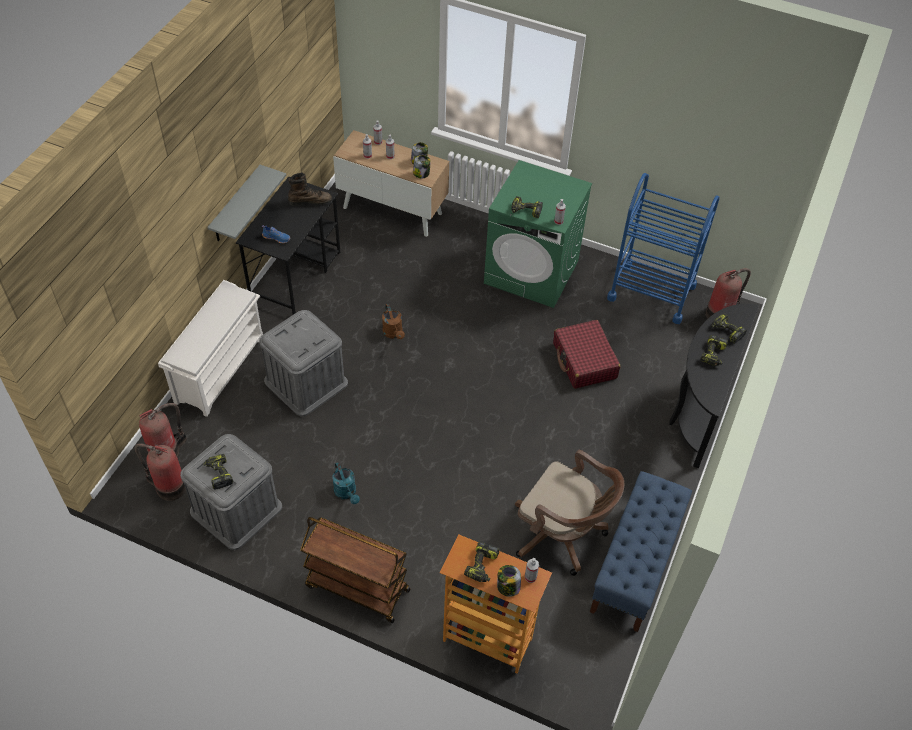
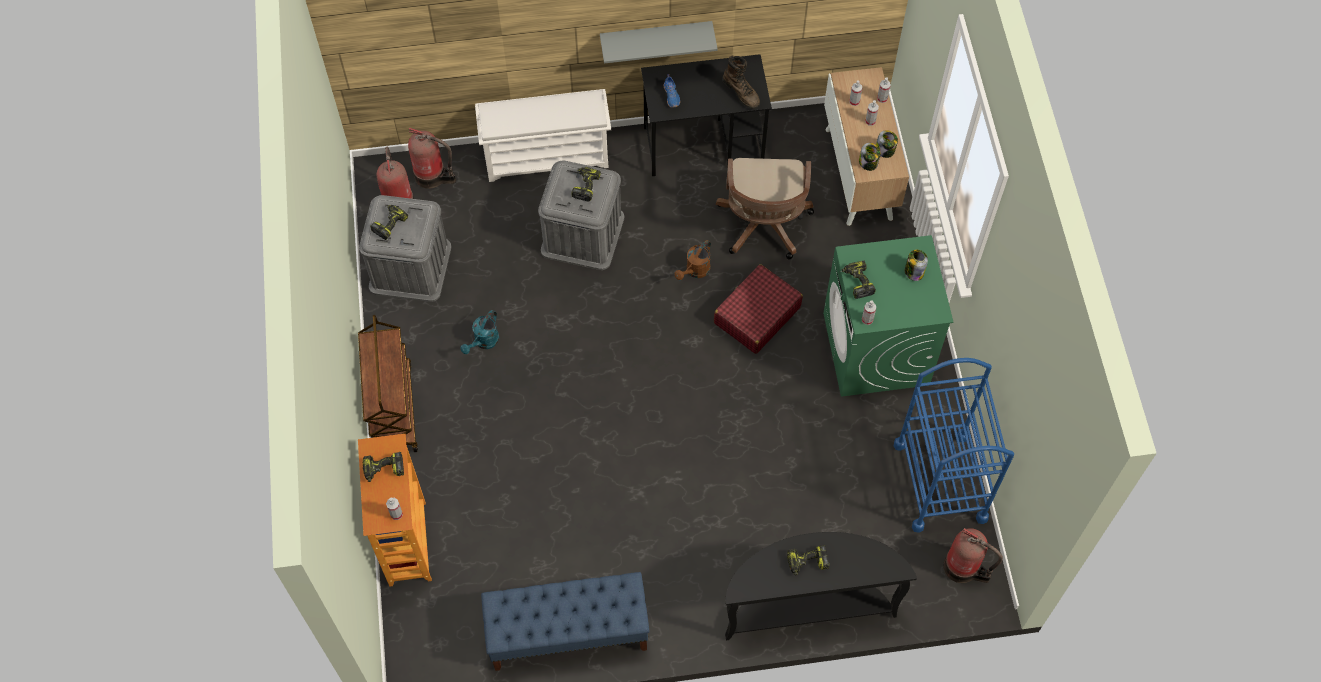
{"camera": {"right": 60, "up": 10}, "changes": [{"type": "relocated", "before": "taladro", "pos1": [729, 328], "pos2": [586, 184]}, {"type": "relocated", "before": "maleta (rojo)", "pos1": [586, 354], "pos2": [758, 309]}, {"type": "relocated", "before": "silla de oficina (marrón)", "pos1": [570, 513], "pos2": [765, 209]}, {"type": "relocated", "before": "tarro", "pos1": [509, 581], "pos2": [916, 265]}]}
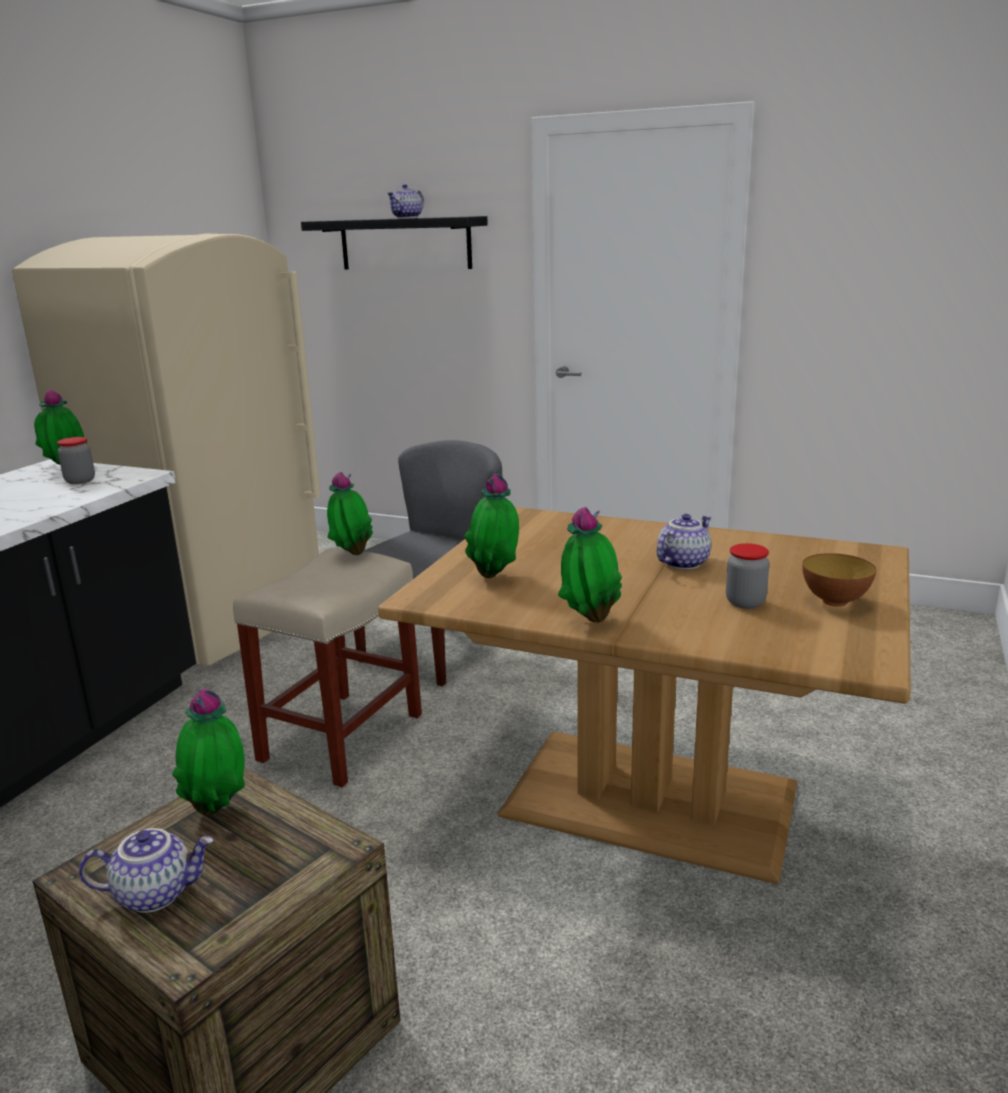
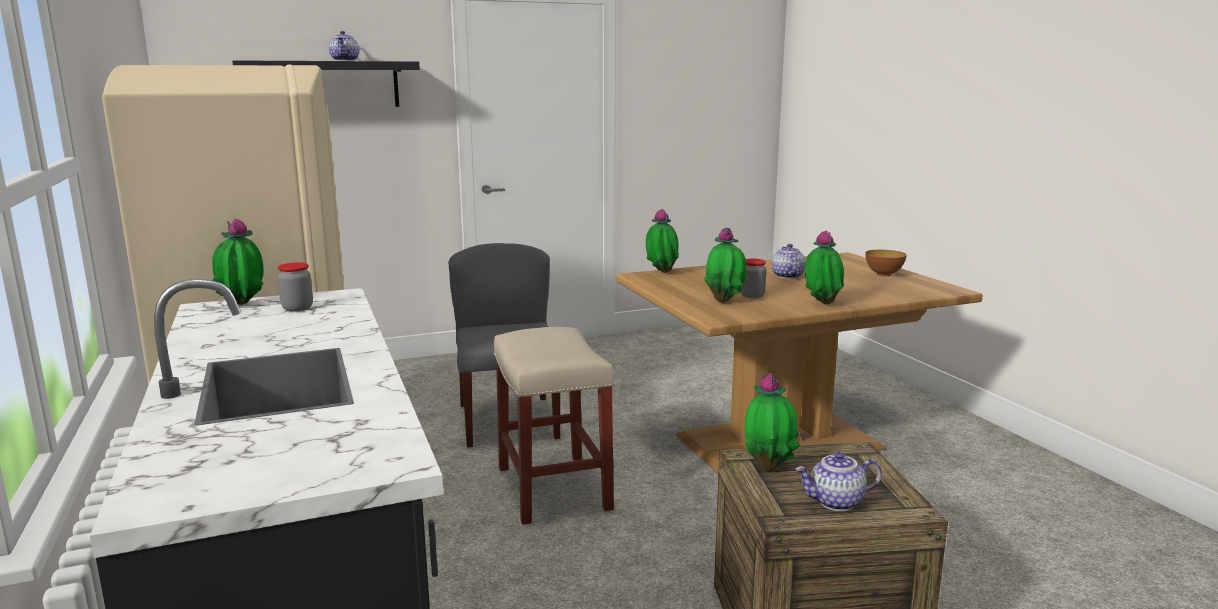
{"camera": {"right": -45, "up": -5}, "changes": [{"type": "relocated", "before": "planta en maceta", "pos1": [350, 513], "pos2": [662, 241]}, {"type": "relocated", "before": "tarro", "pos1": [747, 576], "pos2": [754, 278]}, {"type": "spun", "before": "tetera", "pos1": [146, 870], "pos2": [838, 481], "turn": -135}]}
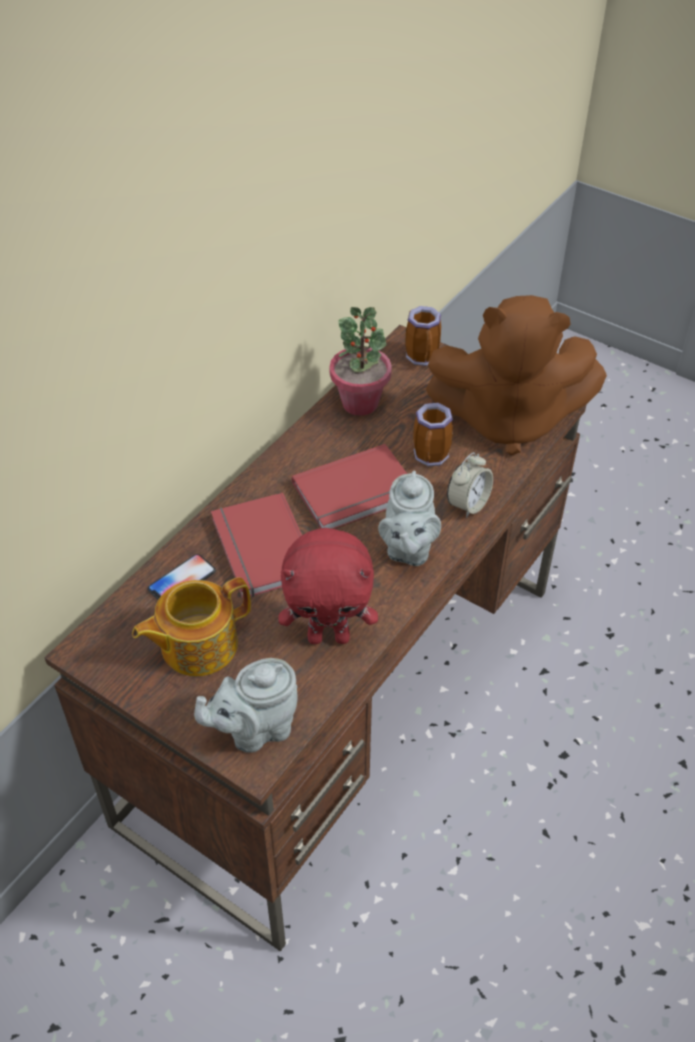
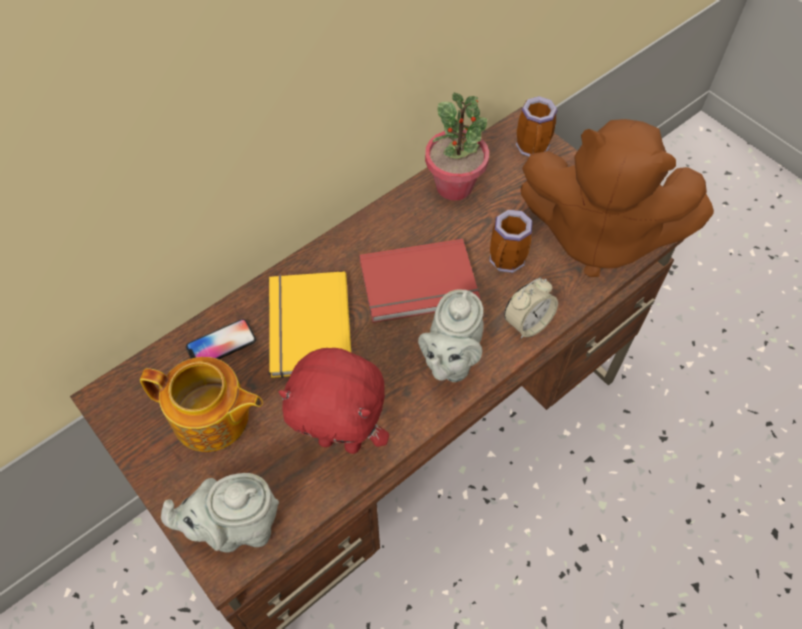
{"camera": {"right": 15, "up": 10}, "changes": [{"type": "colour", "before": "libro (rojo)", "after": "libro (amarillo)", "pos1": [256, 546], "pos2": [310, 324]}, {"type": "spun", "before": "tetera", "pos1": [191, 626], "pos2": [201, 404], "turn": -150}]}
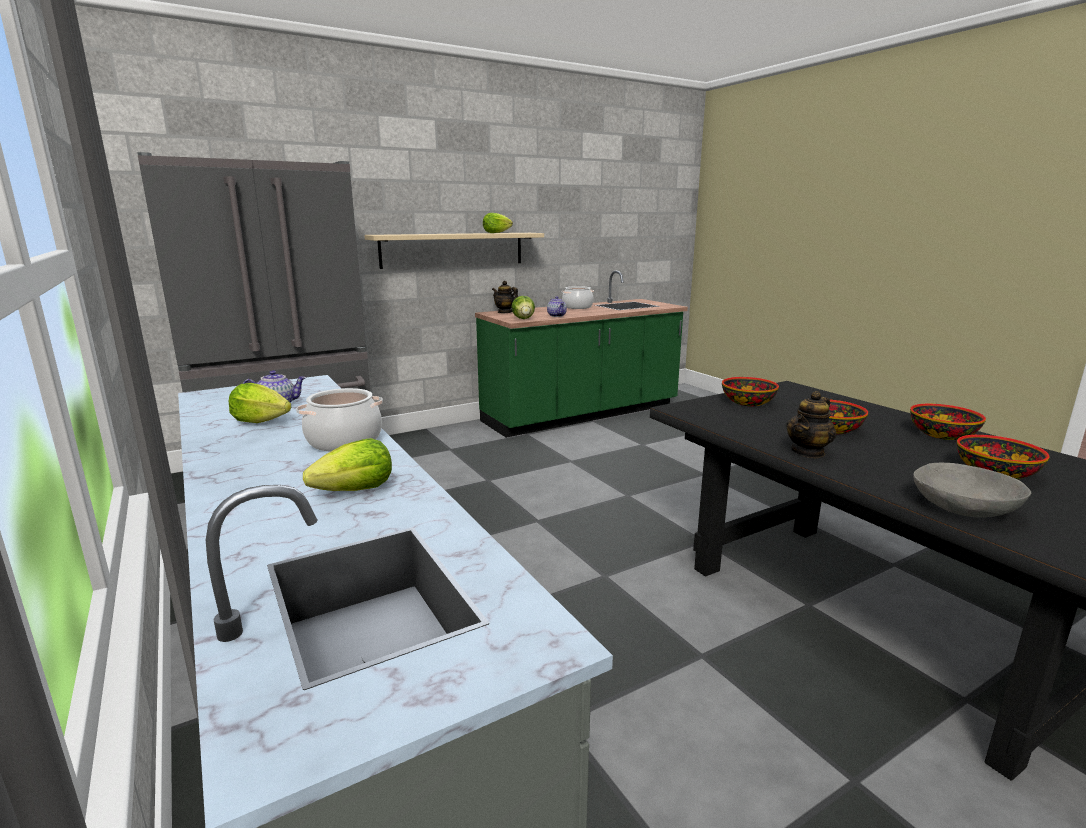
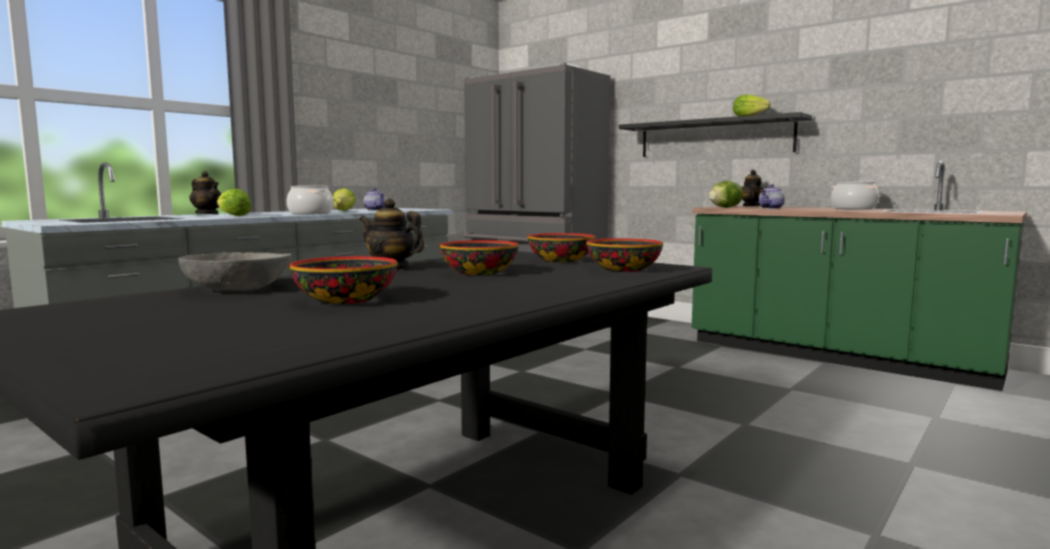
{"camera": {"right": 70, "up": -10}, "changes": [{"type": "colour", "before": "estante (beis)", "after": "estante (negro)", "pos1": [454, 251], "pos2": [715, 134]}, {"type": "relocated", "before": "cuenco", "pos1": [948, 422], "pos2": [624, 255]}, {"type": "appeared", "after": "tetera", "pos2": [205, 192]}]}
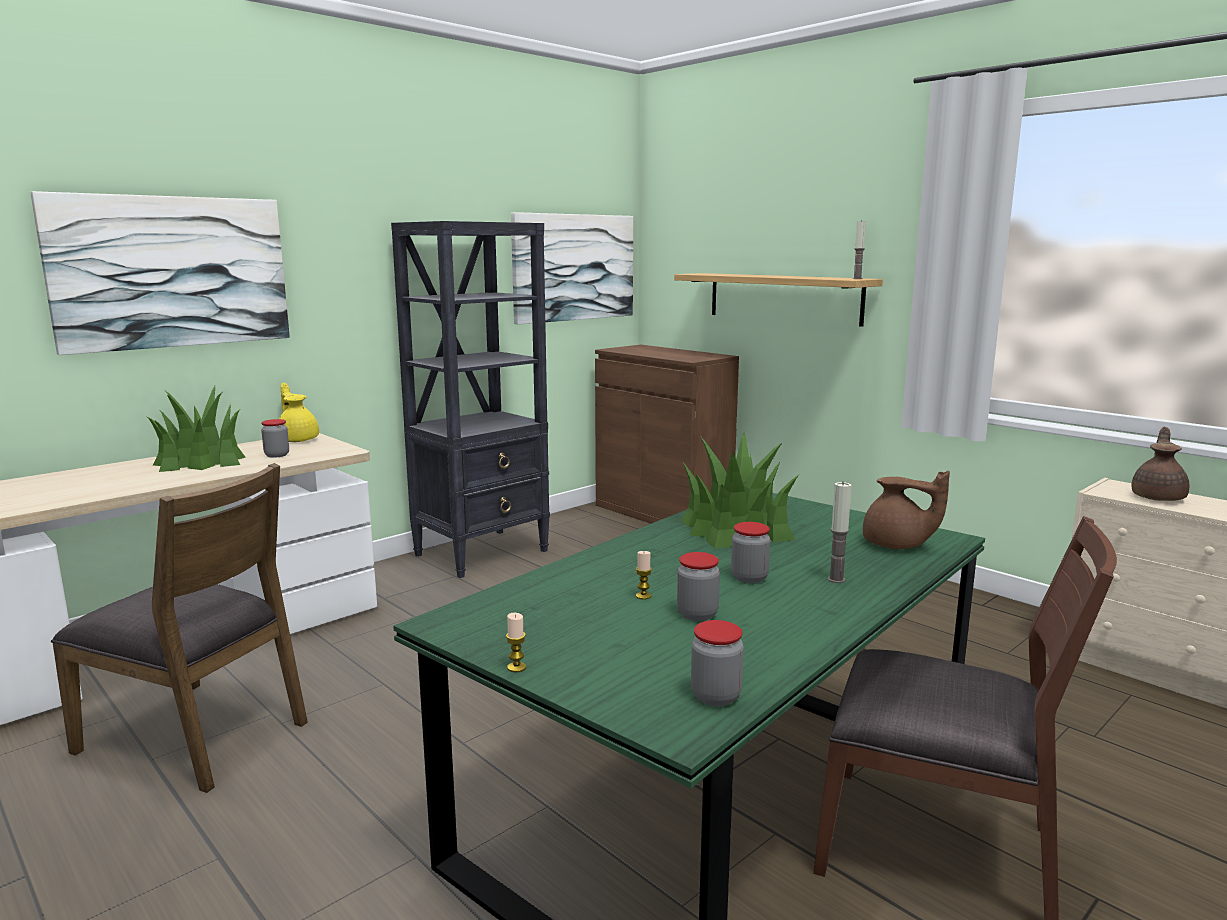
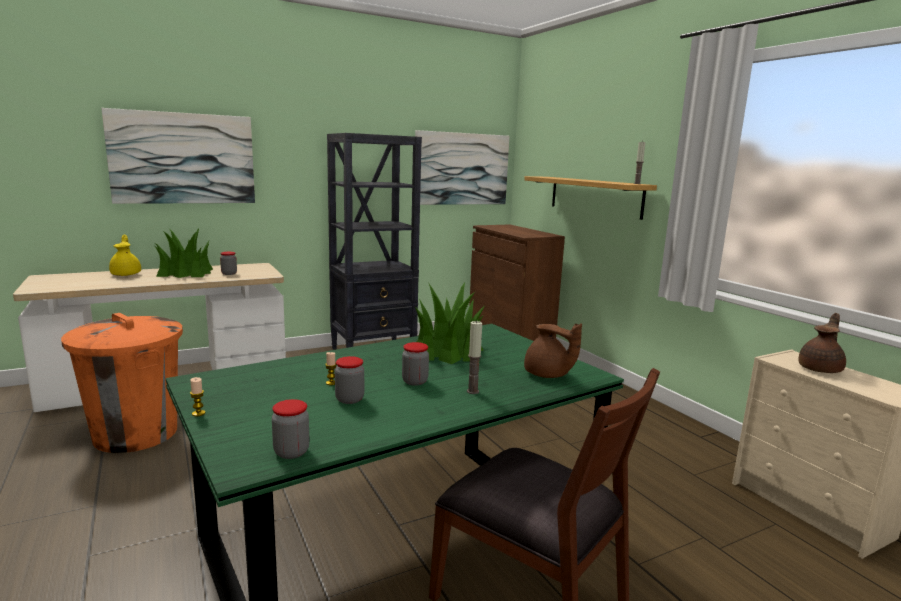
{"camera": {"right": 15, "up": 0}, "changes": [{"type": "relocated", "before": "tetera (amarillo)", "pos1": [299, 412], "pos2": [125, 255]}, {"type": "exchanged", "before": "silla (marrón)", "after": "papelera (naranja)", "pos1": [179, 628], "pos2": [122, 383]}]}
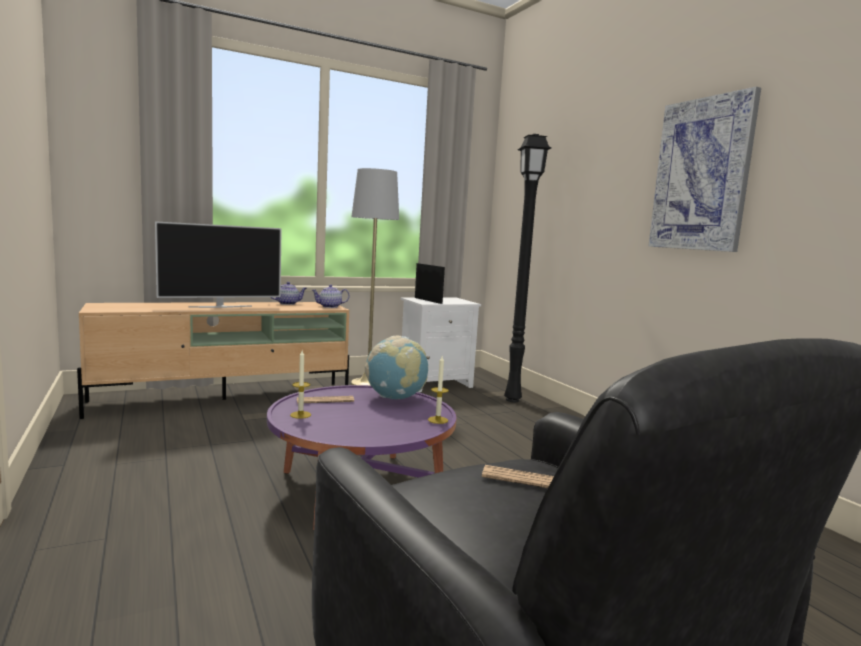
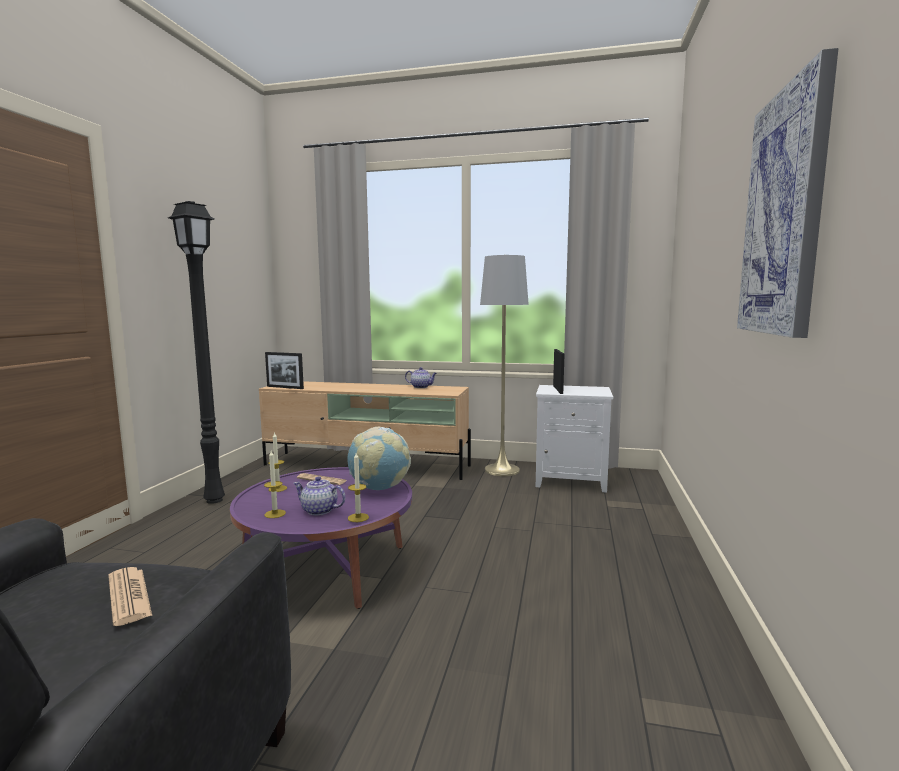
{"camera": {"right": 40, "up": 0}, "changes": [{"type": "relocated", "before": "lámpara de pie (negro)", "pos1": [527, 268], "pos2": [196, 352]}, {"type": "missing", "before": "televisor", "pos1": [218, 264]}, {"type": "relocated", "before": "tetera", "pos1": [331, 296], "pos2": [319, 496]}, {"type": "appeared", "after": "portarretratos", "pos2": [284, 370]}, {"type": "appeared", "after": "vela", "pos2": [275, 484]}]}
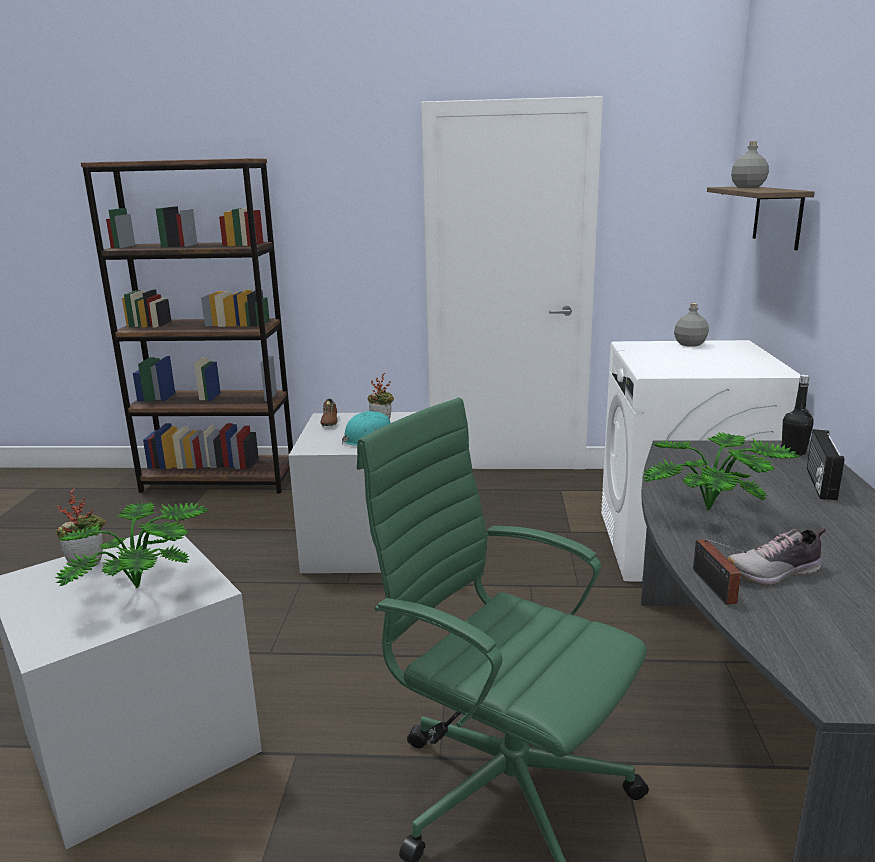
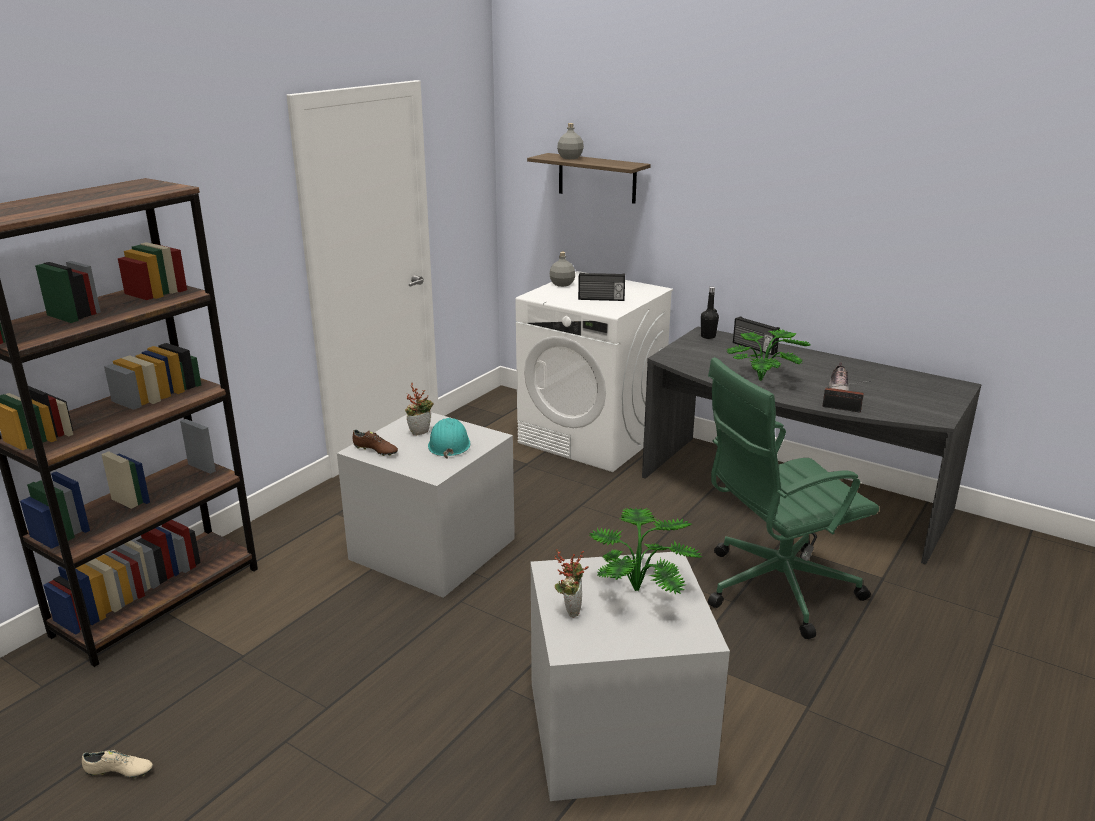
{"camera": {"right": -60, "up": 5}, "changes": [{"type": "appeared", "after": "radio", "pos2": [601, 286]}, {"type": "appeared", "after": "zapato (beis)", "pos2": [117, 764]}]}
